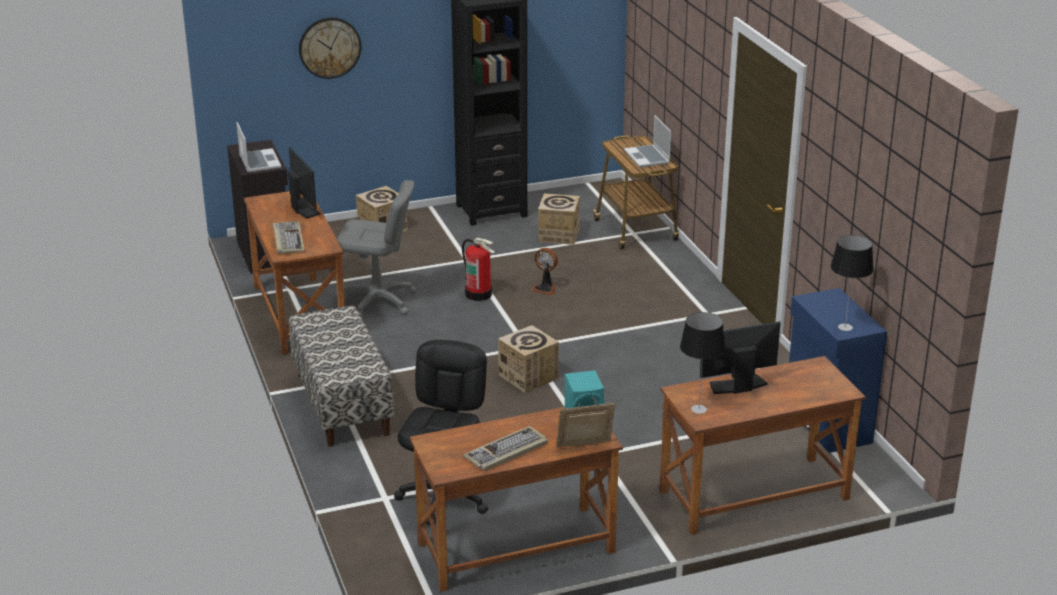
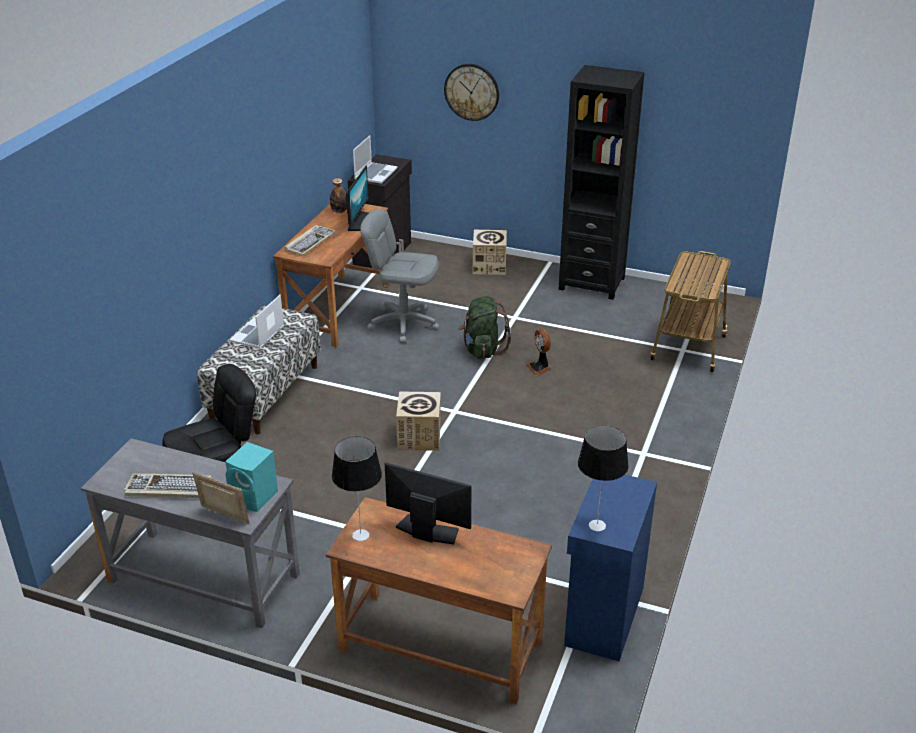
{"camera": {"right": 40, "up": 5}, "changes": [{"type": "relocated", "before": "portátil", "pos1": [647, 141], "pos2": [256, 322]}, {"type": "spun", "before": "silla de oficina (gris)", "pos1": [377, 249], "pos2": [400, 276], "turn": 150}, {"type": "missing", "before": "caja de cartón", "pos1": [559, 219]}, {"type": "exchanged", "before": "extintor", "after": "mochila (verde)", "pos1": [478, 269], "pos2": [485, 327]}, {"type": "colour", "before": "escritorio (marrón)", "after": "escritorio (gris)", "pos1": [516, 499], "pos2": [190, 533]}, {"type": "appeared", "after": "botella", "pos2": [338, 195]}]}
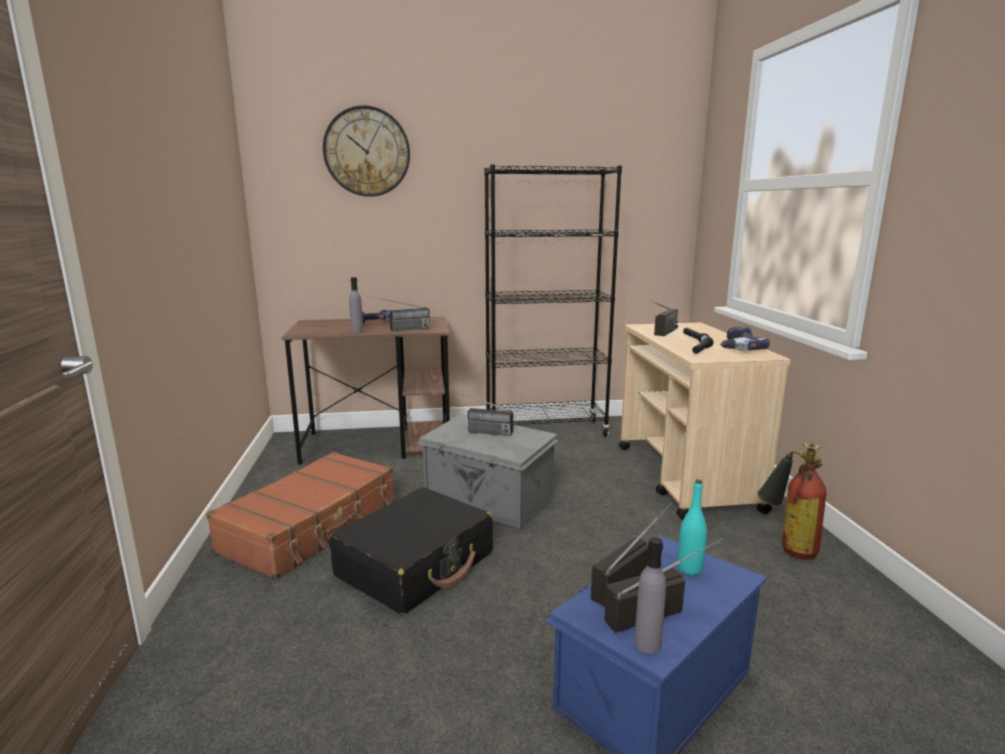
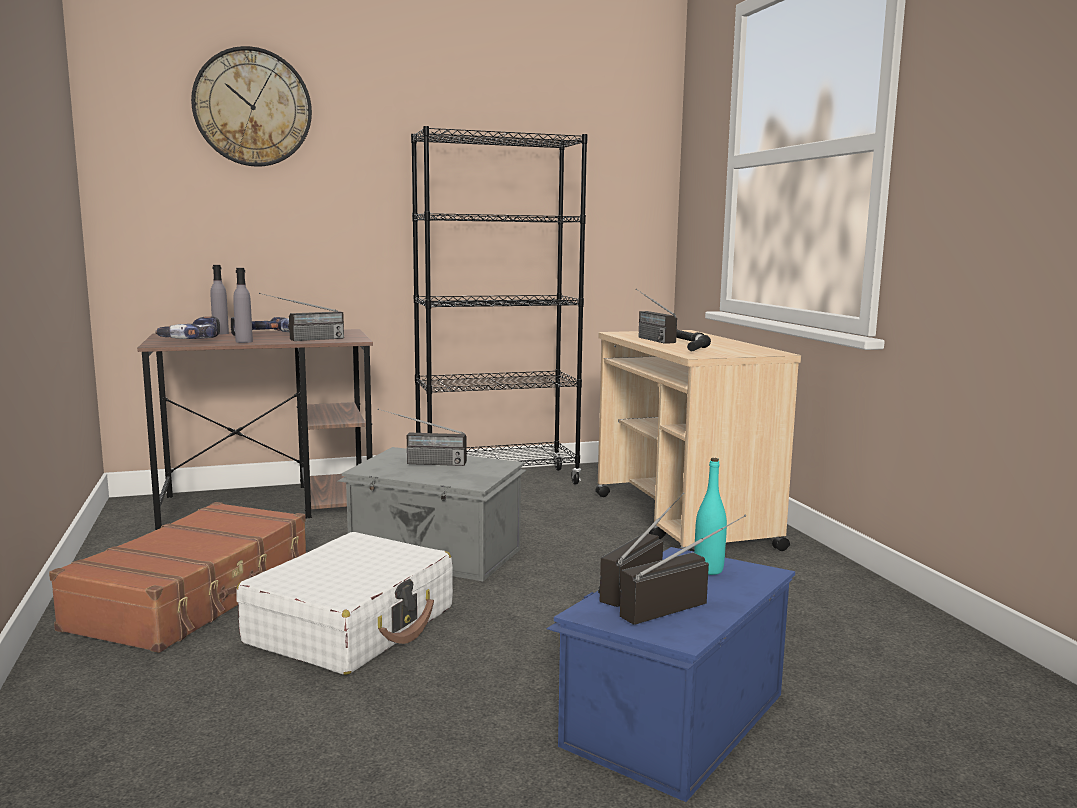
{"camera": {"right": -10, "up": -5}, "changes": [{"type": "spun", "before": "radio", "pos1": [664, 318], "pos2": [656, 316], "turn": 135}, {"type": "relocated", "before": "taladro", "pos1": [745, 338], "pos2": [187, 327]}, {"type": "missing", "before": "extintor", "pos1": [792, 501]}, {"type": "colour", "before": "maleta (negro)", "after": "maleta (blanco)", "pos1": [411, 550], "pos2": [344, 603]}, {"type": "relocated", "before": "botella (gris)", "pos1": [650, 595], "pos2": [219, 300]}]}
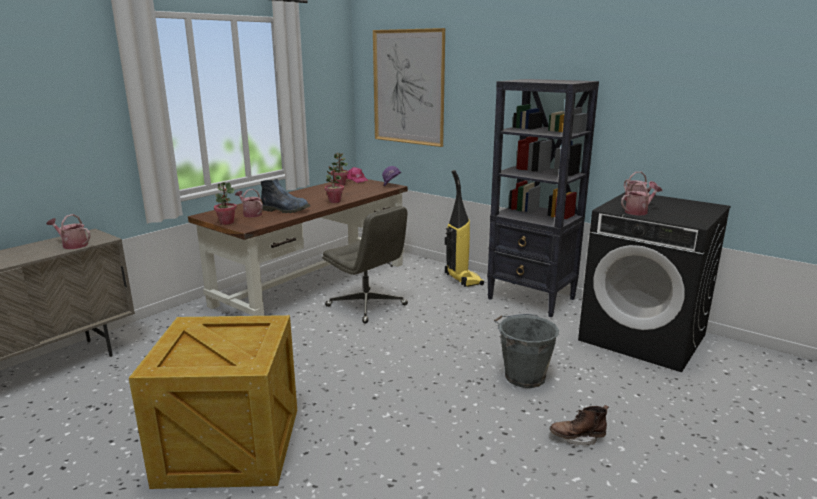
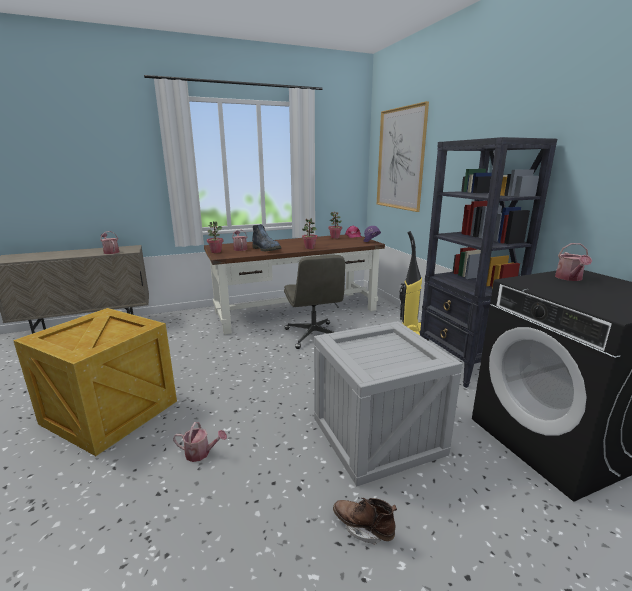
{"camera": {"right": 30, "up": 0}, "changes": [{"type": "relocated", "before": "regadera", "pos1": [641, 198], "pos2": [200, 442]}, {"type": "exchanged", "before": "cubo (gris)", "after": "caja de embalaje", "pos1": [526, 351], "pos2": [388, 403]}]}
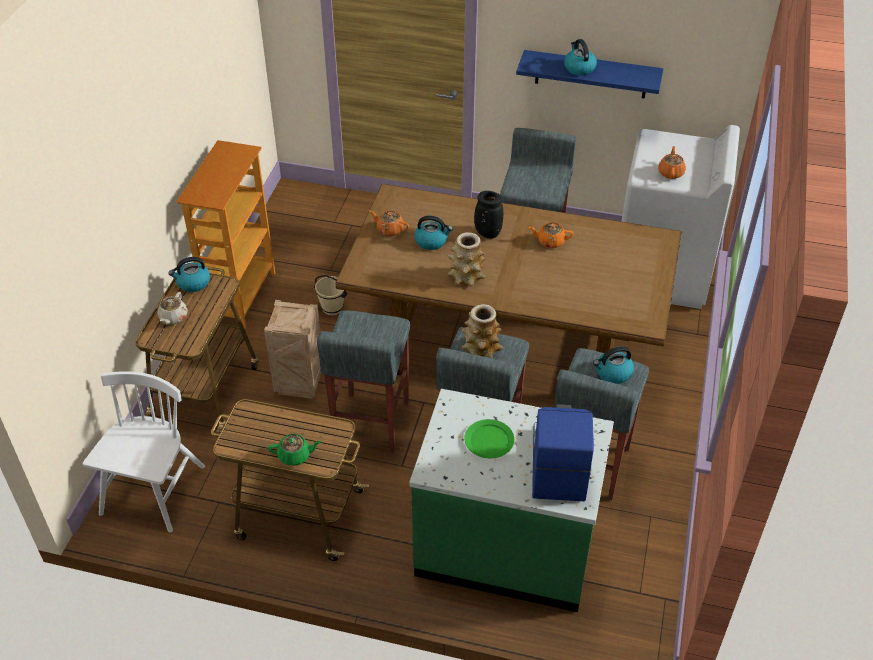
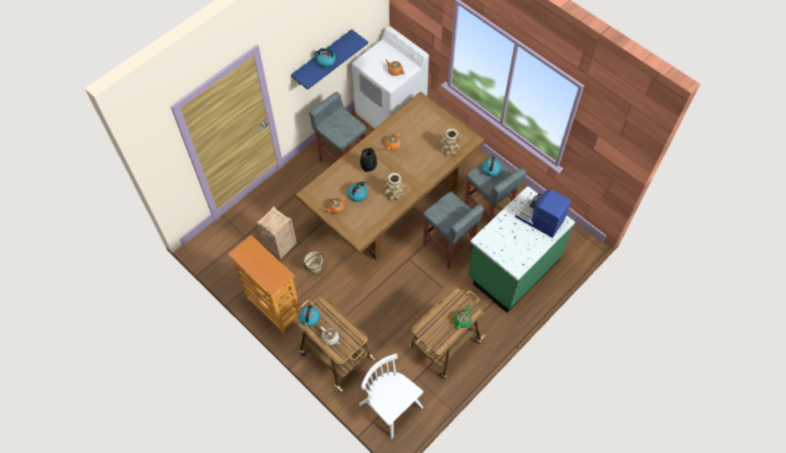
{"camera": {"right": -60, "up": 15}, "changes": [{"type": "relocated", "before": "caja de embalaje", "pos1": [292, 349], "pos2": [277, 232]}, {"type": "relocated", "before": "florero", "pos1": [482, 331], "pos2": [450, 142]}, {"type": "missing", "before": "taburete (gris)", "pos1": [363, 382]}, {"type": "missing", "before": "plato (verde)", "pos1": [489, 438]}]}
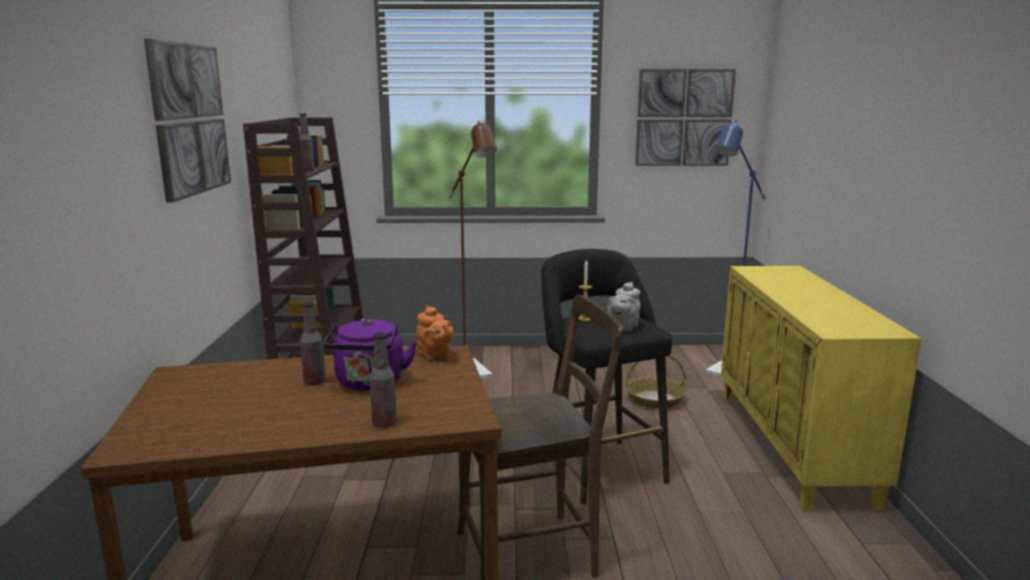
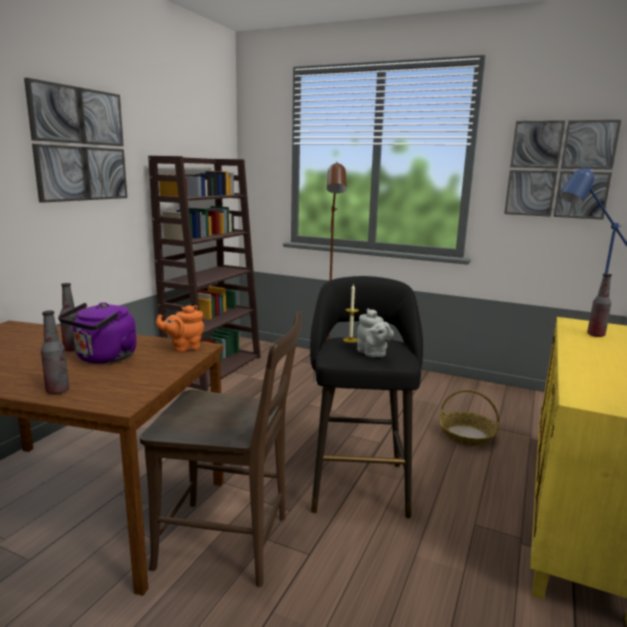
{"camera": {"right": 25, "up": 0}, "changes": [{"type": "relocated", "before": "botella", "pos1": [307, 142], "pos2": [599, 305]}, {"type": "spun", "before": "tetera (gris)", "pos1": [624, 306], "pos2": [375, 332], "turn": -90}, {"type": "spun", "before": "tetera (naranja)", "pos1": [435, 332], "pos2": [180, 328], "turn": 75}]}
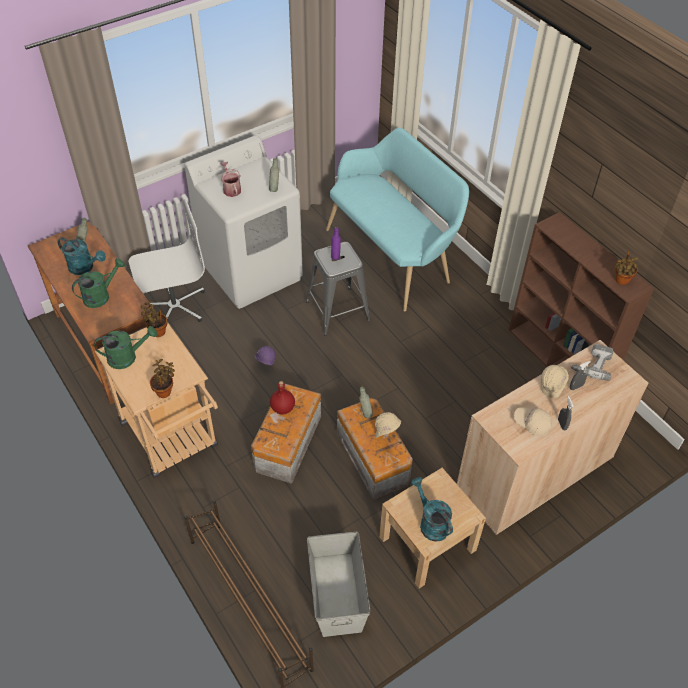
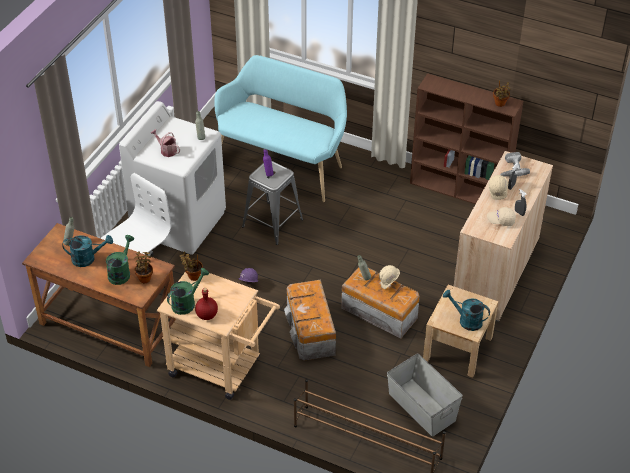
{"camera": {"right": -30, "up": -5}, "changes": [{"type": "relocated", "before": "planta en maceta", "pos1": [162, 378], "pos2": [143, 267]}, {"type": "relocated", "before": "botella (rojo)", "pos1": [282, 398], "pos2": [206, 304]}]}
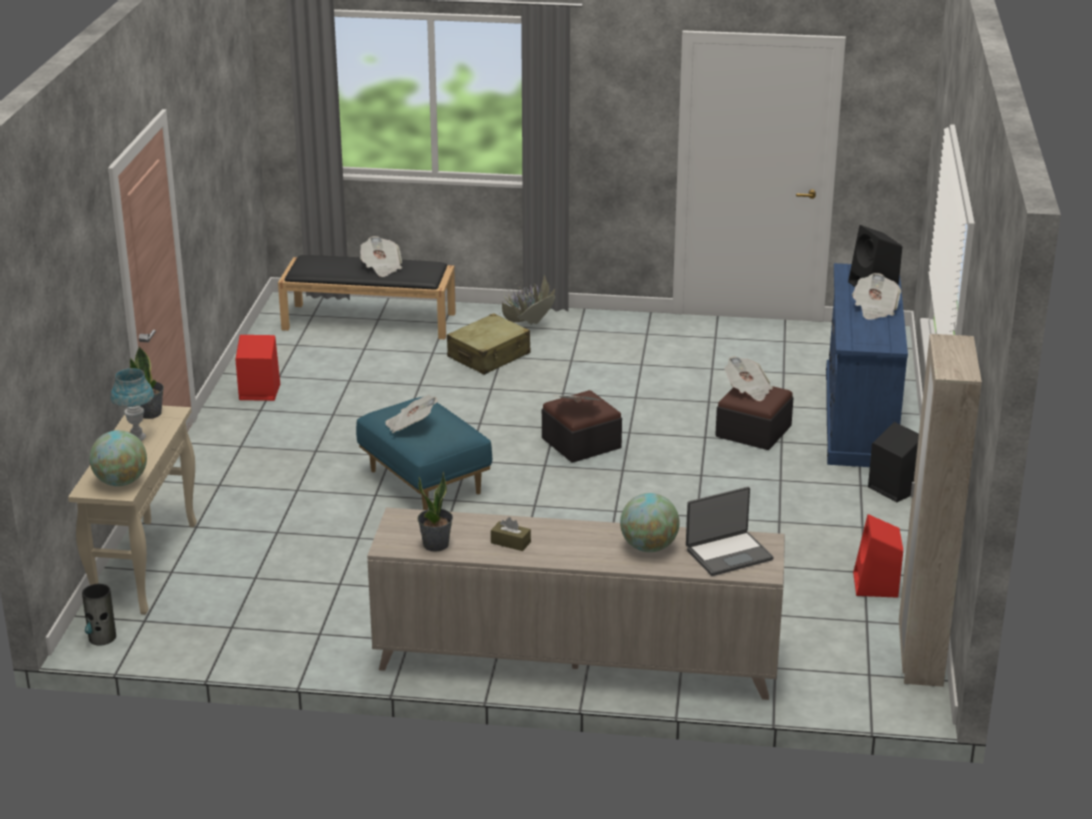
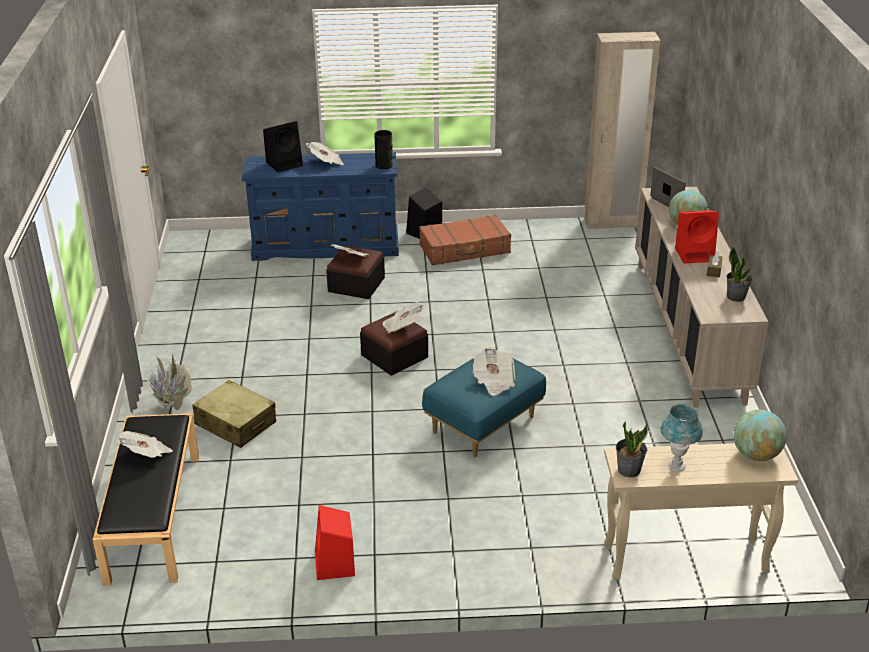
{"camera": {"right": -100, "up": 5}, "changes": [{"type": "relocated", "before": "altavoz (rojo)", "pos1": [878, 556], "pos2": [697, 237]}, {"type": "relocated", "before": "florero", "pos1": [99, 614], "pos2": [385, 149]}, {"type": "appeared", "after": "maleta (marrón)", "pos2": [465, 240]}]}
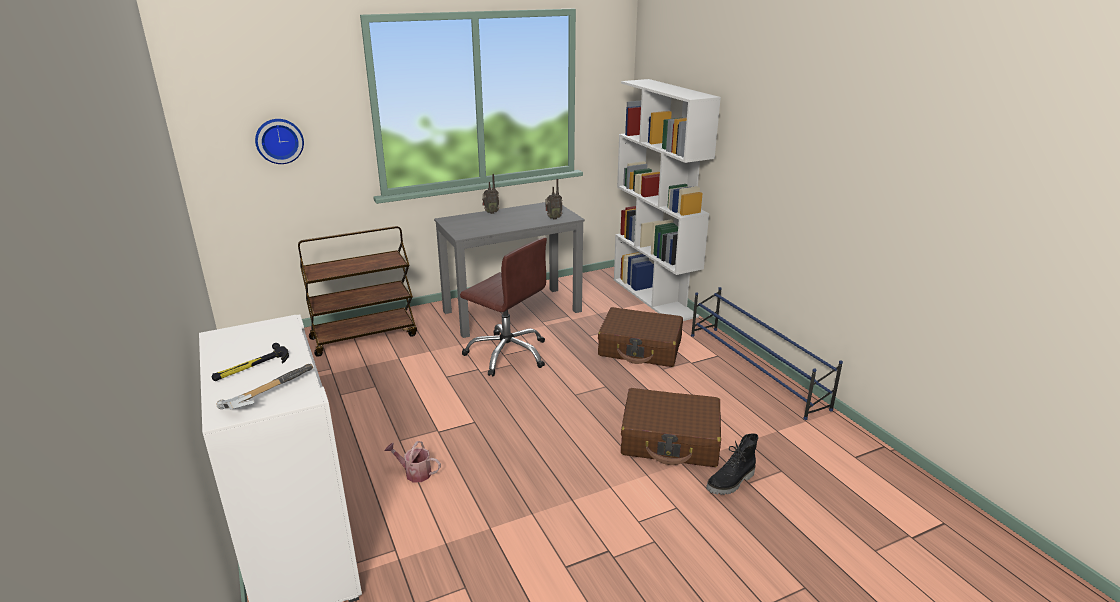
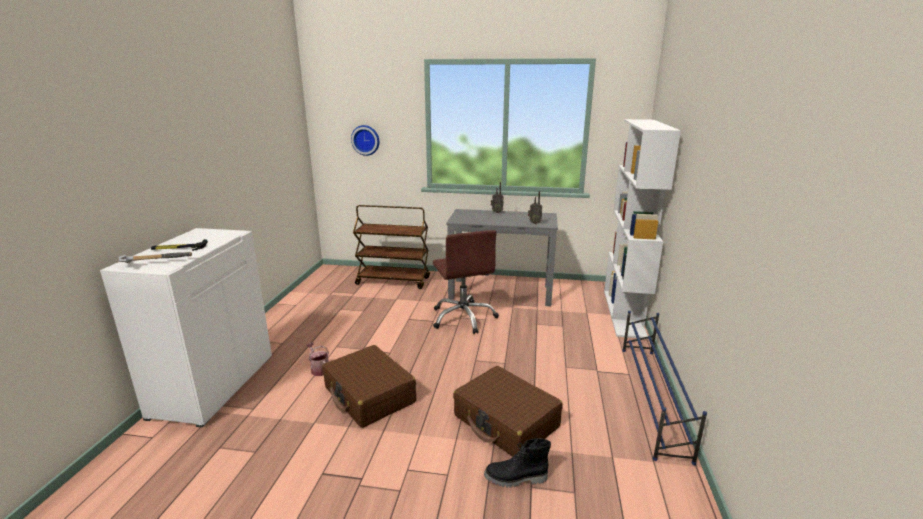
{"camera": {"right": 35, "up": -5}, "changes": [{"type": "relocated", "before": "maleta (marrón)", "pos1": [640, 337], "pos2": [369, 386]}]}
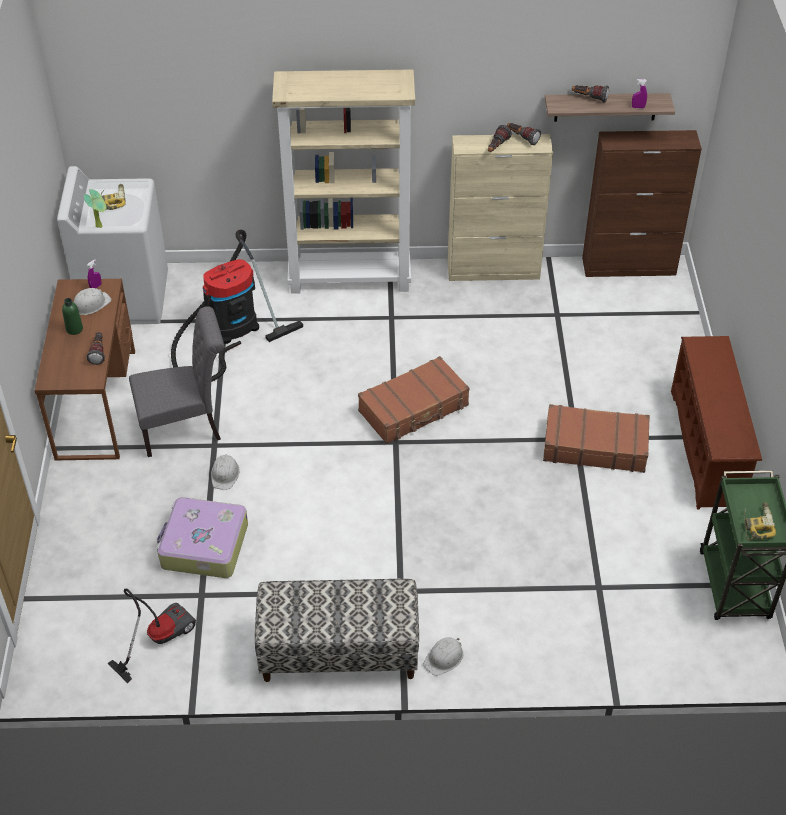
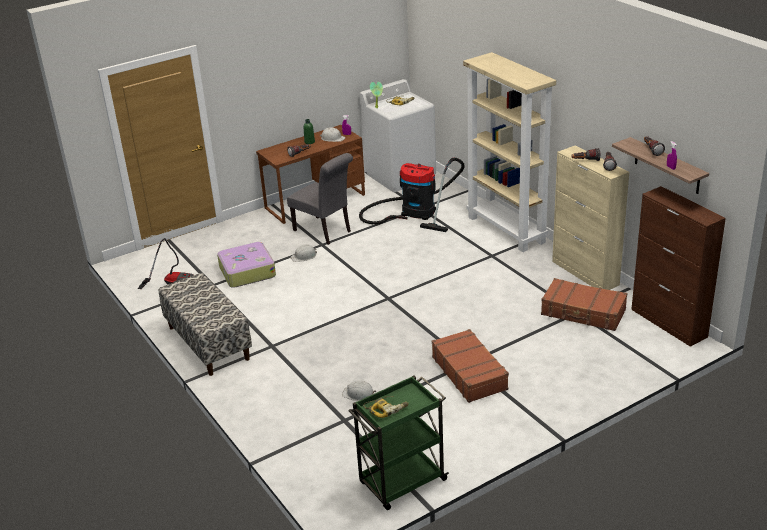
{"camera": {"right": 60, "up": -15}, "changes": [{"type": "missing", "before": "zapatero (marrón)", "pos1": [716, 423]}, {"type": "relocated", "before": "maleta (marrón)", "pos1": [414, 400], "pos2": [584, 304]}, {"type": "relocated", "before": "casco (blanco)", "pos1": [443, 656], "pos2": [359, 391]}]}
